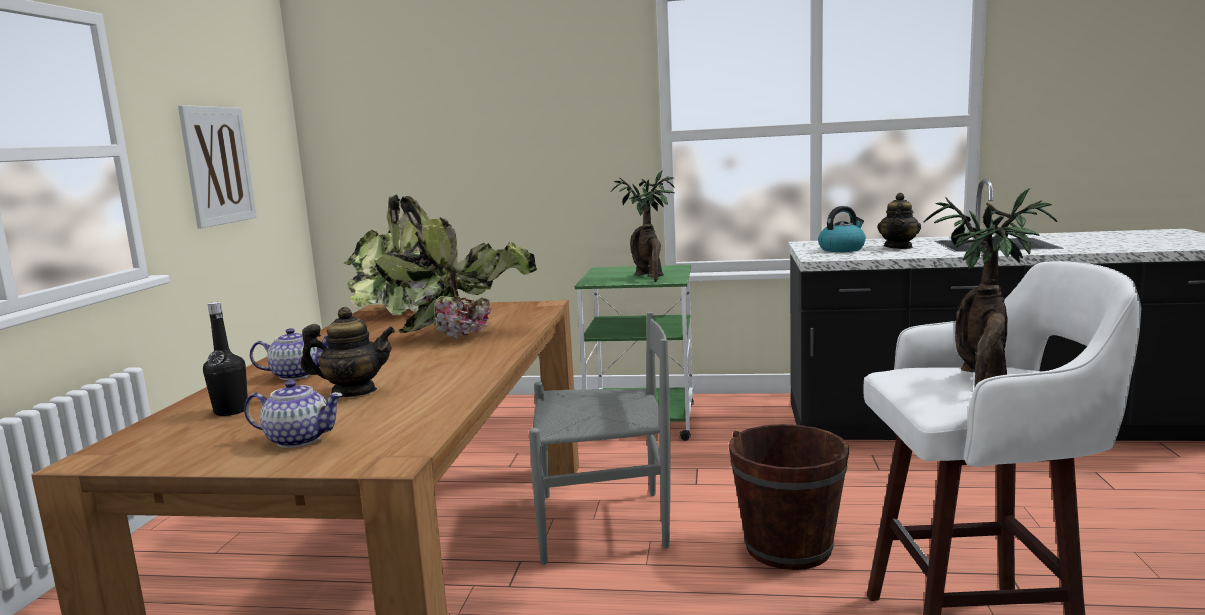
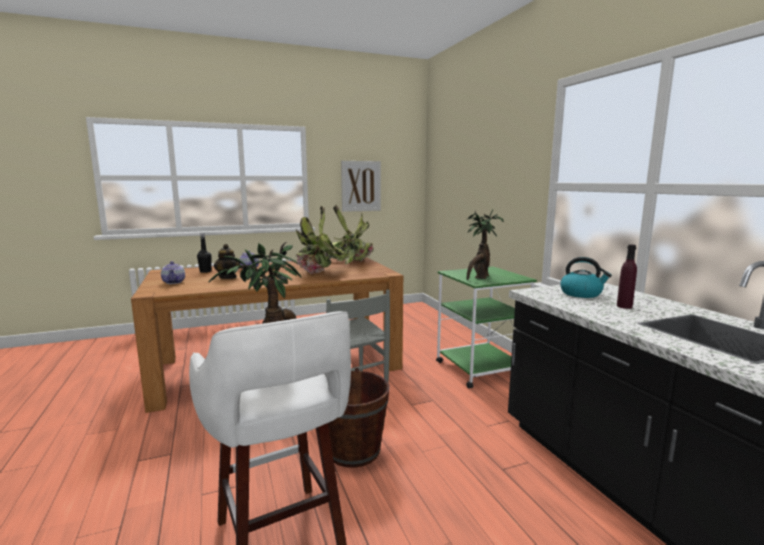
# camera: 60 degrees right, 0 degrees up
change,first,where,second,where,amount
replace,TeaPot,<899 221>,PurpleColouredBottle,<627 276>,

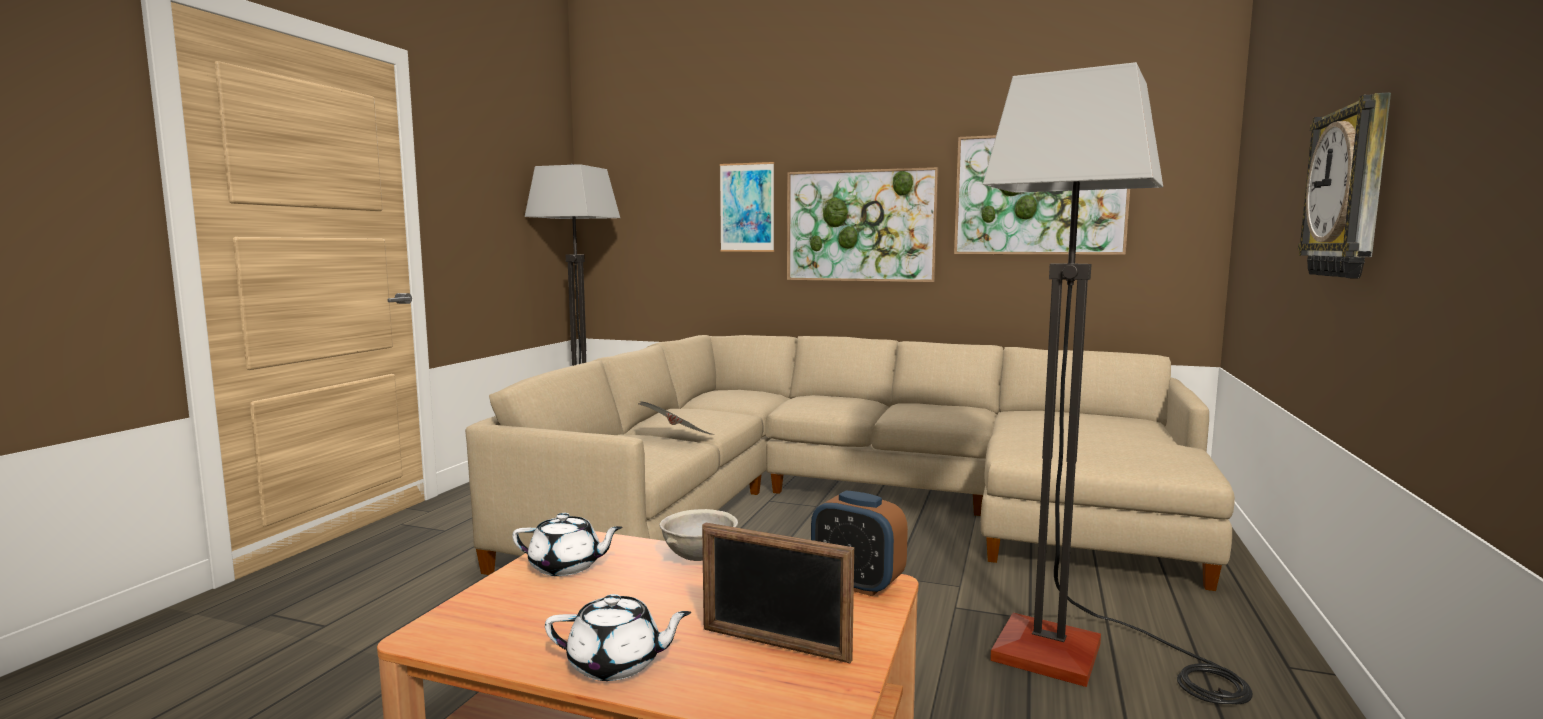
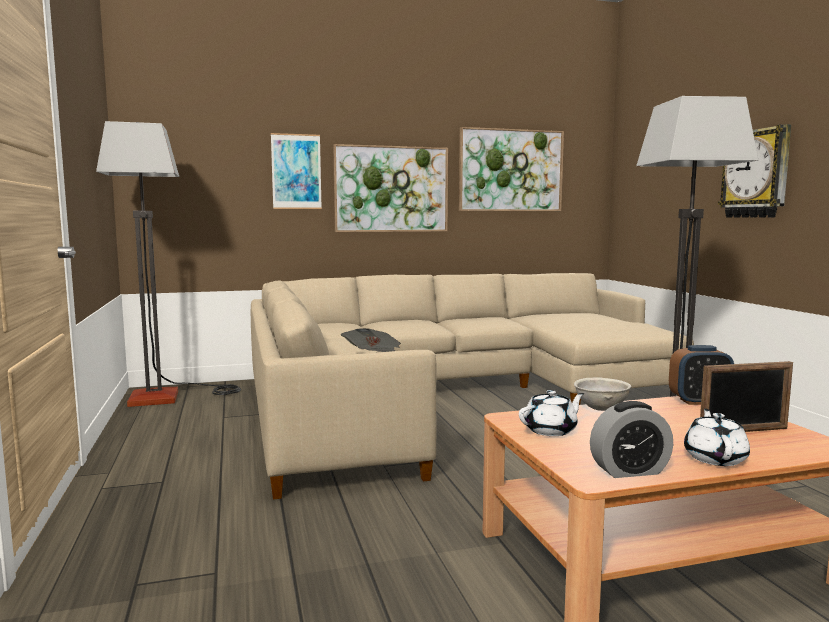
# camera: 35 degrees left, 0 degrees up
change,first,where,second,where,amount
insert,,,BedsideClock,<631 439>,
rotate,WhiteTeaPot,<618 637>,,<717 437>,45 degrees counterclockwise

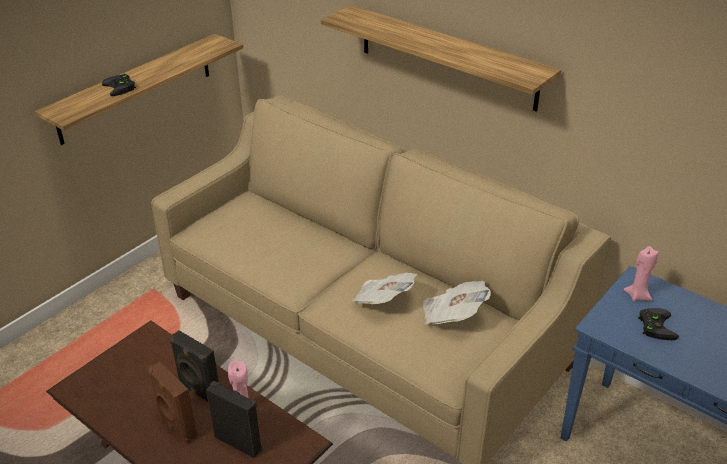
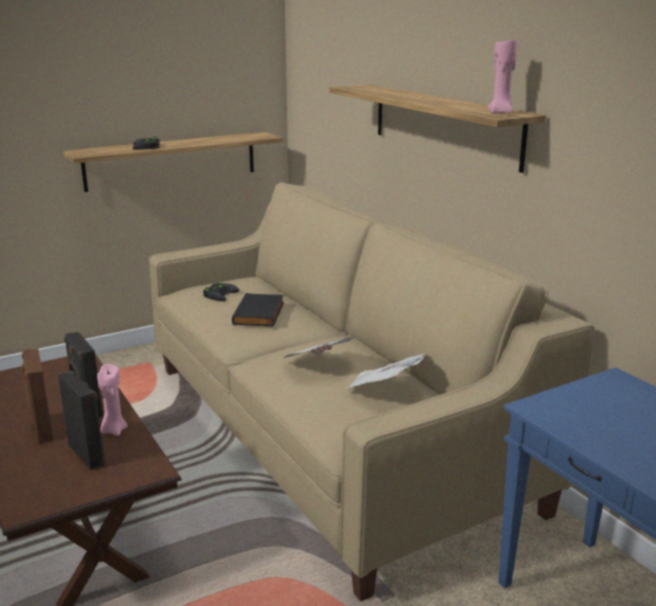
# camera: 20 degrees right, 15 degrees down
change,first,where,second,where,amount
insert,,,BlackBook,<258 310>,
move,PinkWaxLight,<641 273>,,<502 75>,
move,BlackGamepad,<658 324>,,<221 292>,

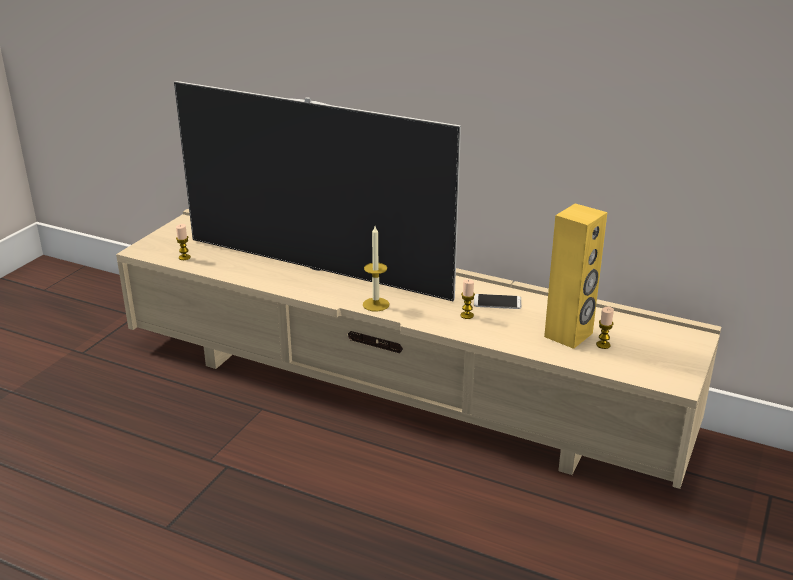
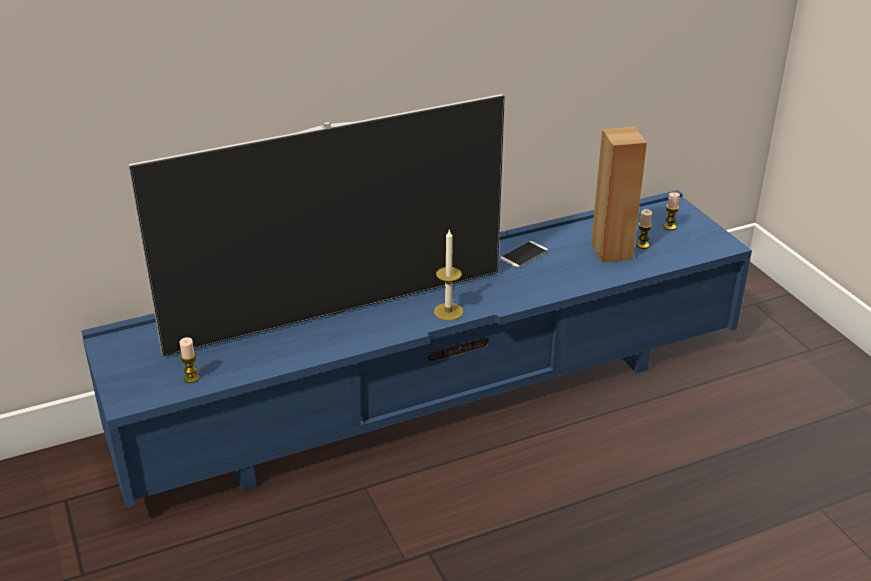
# camera: 50 degrees left, 5 degrees up
change,first,where,second,where,amount
move,WaxLight,<468 299>,,<671 211>,
recolor,BeigeColouredTvStand,<418 349>,BluishTvStand,<416 349>,
recolor,YellowColouredLoudspeaker,<575 276>,BrownishLoudspeaker,<619 194>,

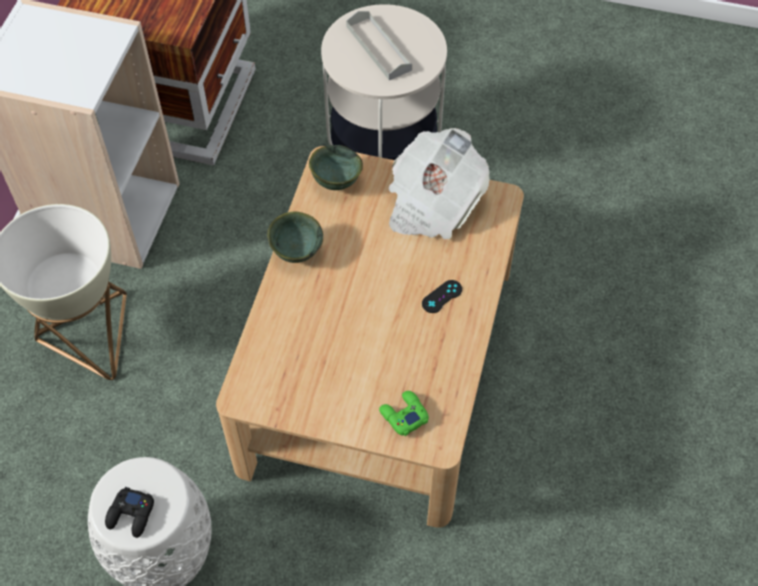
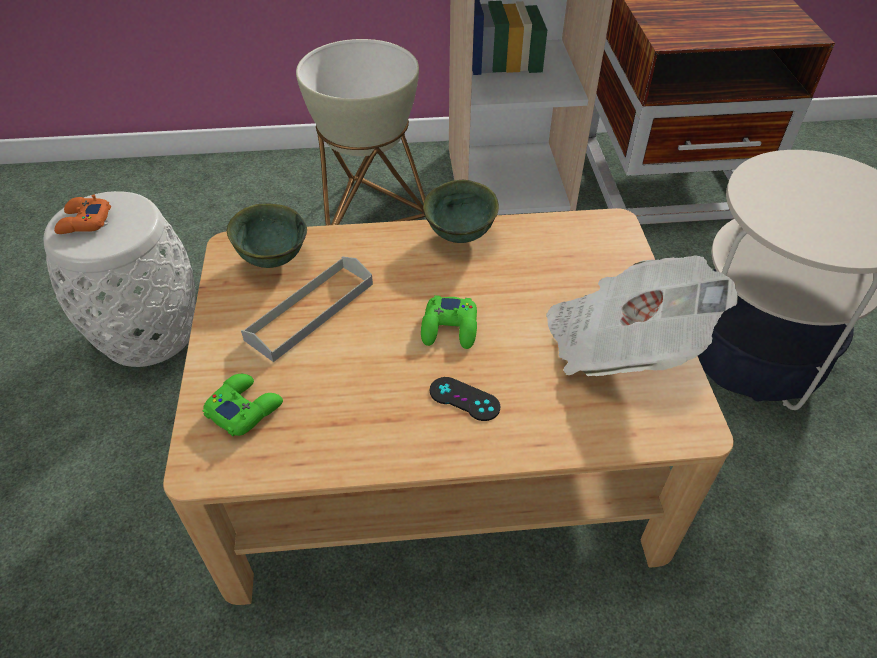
# camera: 70 degrees right, 10 degrees down
change,first,where,second,where,amount
insert,,,GreenColouredGamepad,<449 322>,
move,GreenColouredDeepDish,<336 167>,,<267 235>,
move,GrayServingTray,<379 45>,,<307 309>,
recolor,BlackGamepad,<129 512>,OrangeyGamepad,<82 214>,

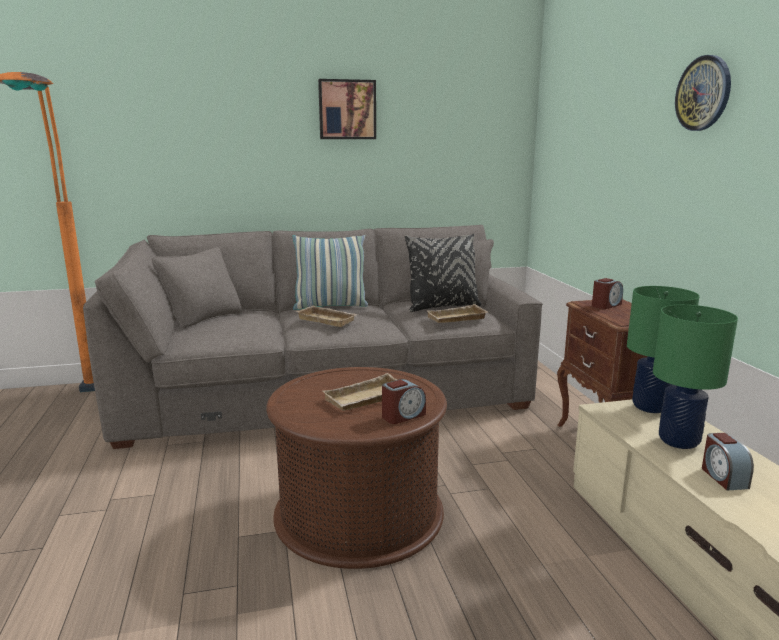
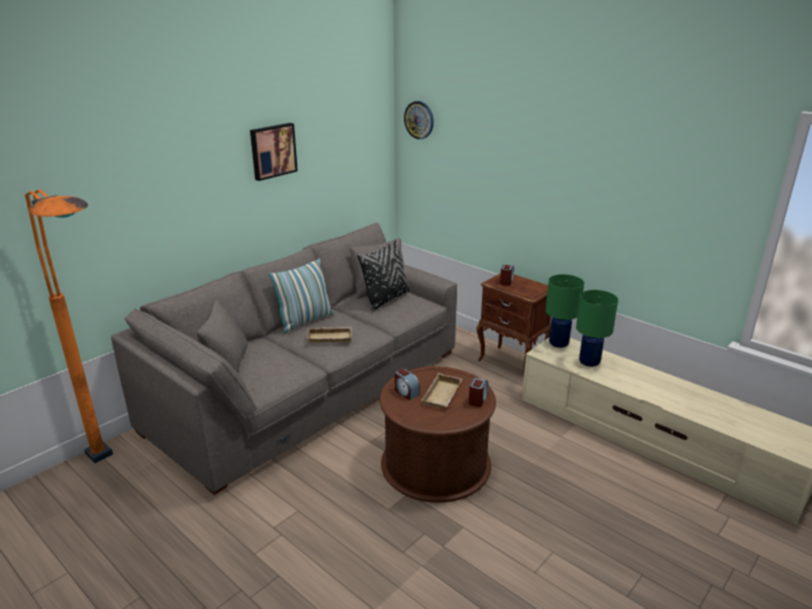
# camera: 35 degrees left, 10 degrees up
change,first,where,second,where,amount
delete,BeigeColouredServingTray,<456 313>,,,
move,WallClock,<703 93>,,<419 120>,
move,BedsideClock,<728 462>,,<407 384>,

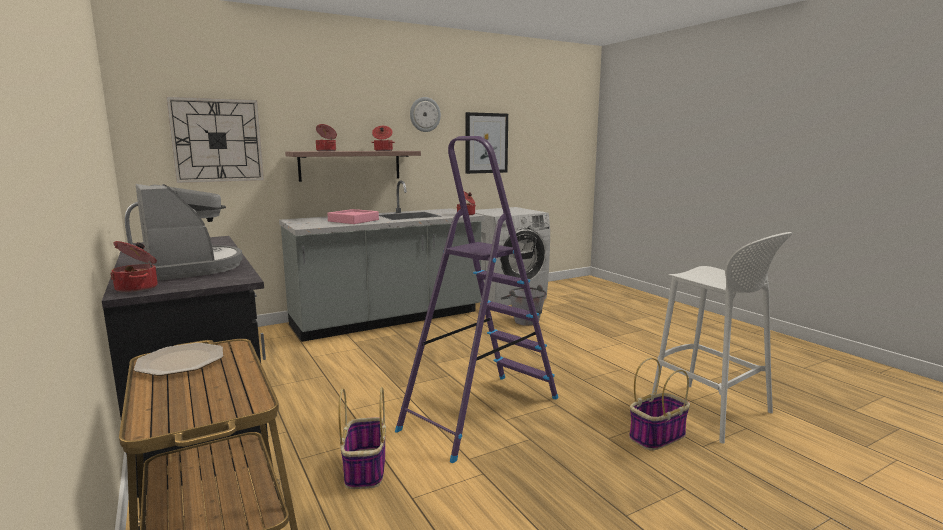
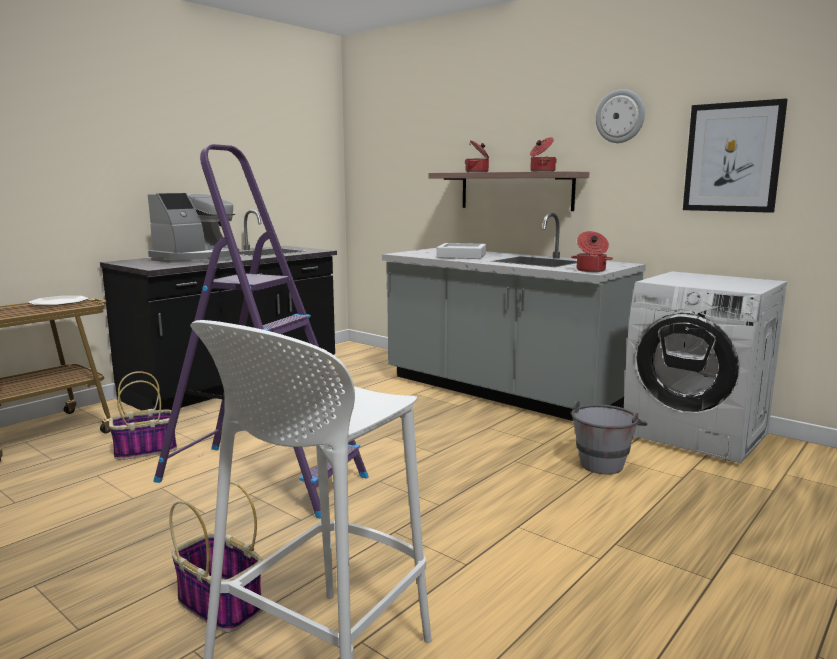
# camera: 70 degrees right, 0 degrees up
change,first,where,second,where,amount
delete,Stockpot,<134 267>,,,
delete,WallClock,<215 140>,,,
recolor,PinkServingTray,<353 216>,GrayServingTray,<461 251>,

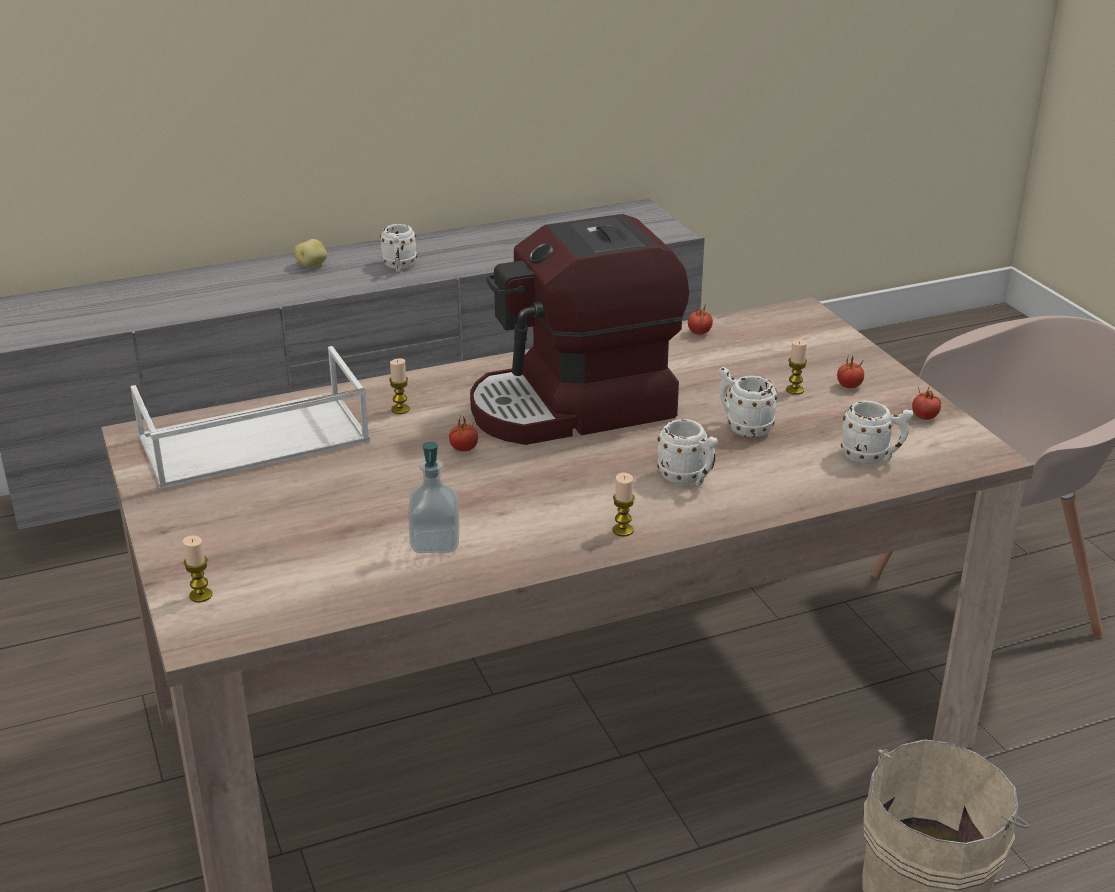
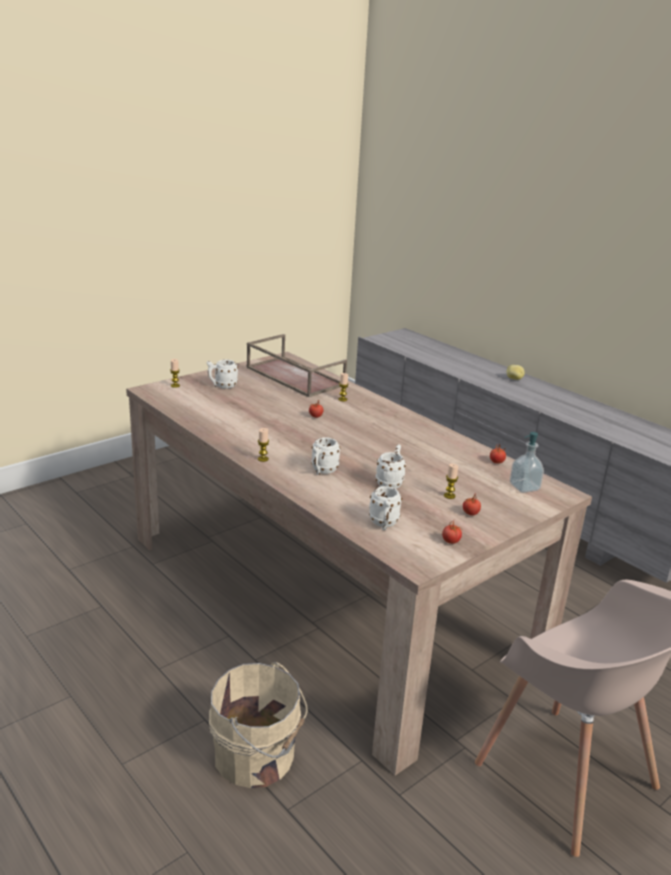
# camera: 70 degrees right, 5 degrees down
change,first,where,second,where,amount
delete,CoffeeMachine,<579 329>,,,
move,WhiteCoffeeMug,<398 248>,,<222 374>,
move,SoapBottle,<433 497>,,<527 462>,
recolor,WhiteServingTray,<250 417>,BrownishServingTray,<296 365>,

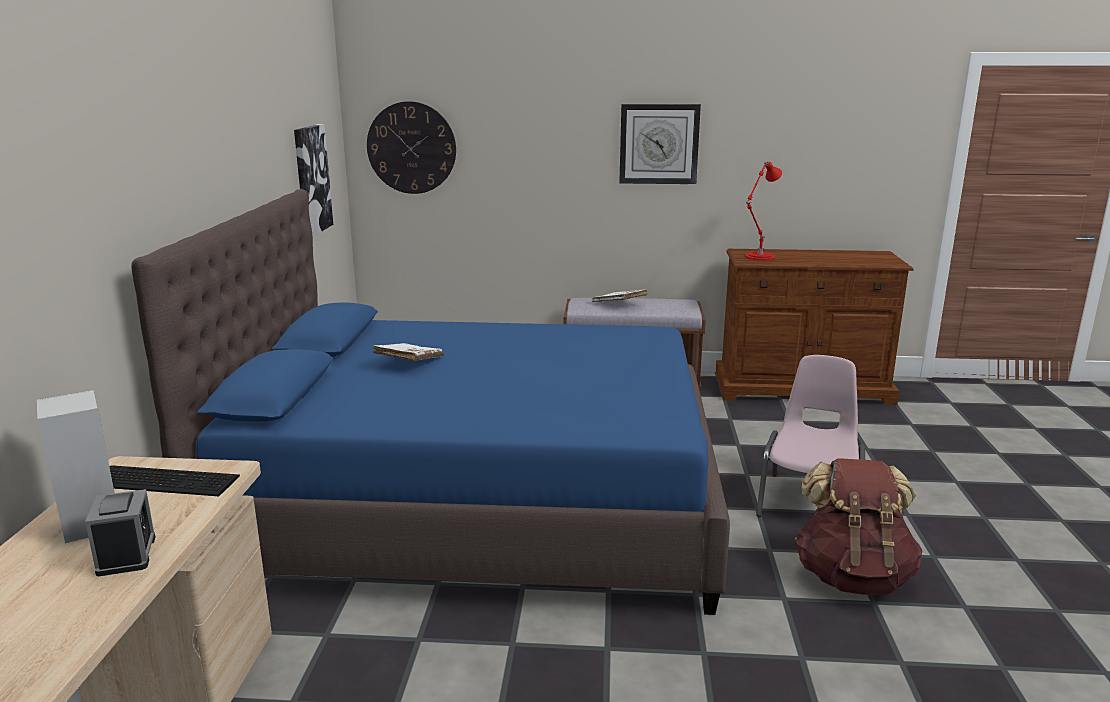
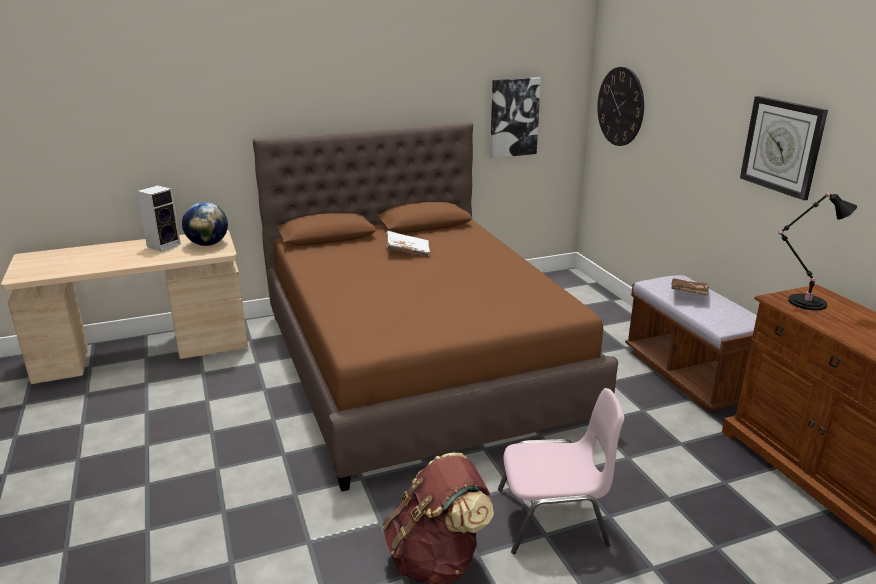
# camera: 65 degrees right, 5 degrees up
change,first,where,second,where,amount
delete,BedsideClock,<120 532>,,,
replace,Keyboard,<175 480>,WorldGlobe,<205 224>,
recolor,BluishBed,<430 402>,BrownishBed,<435 307>,
recolor,WhiteBook,<619 296>,BrownishBook,<690 287>,
recolor,RedColouredTableLamp,<763 211>,BlackTableLamp,<817 251>,

